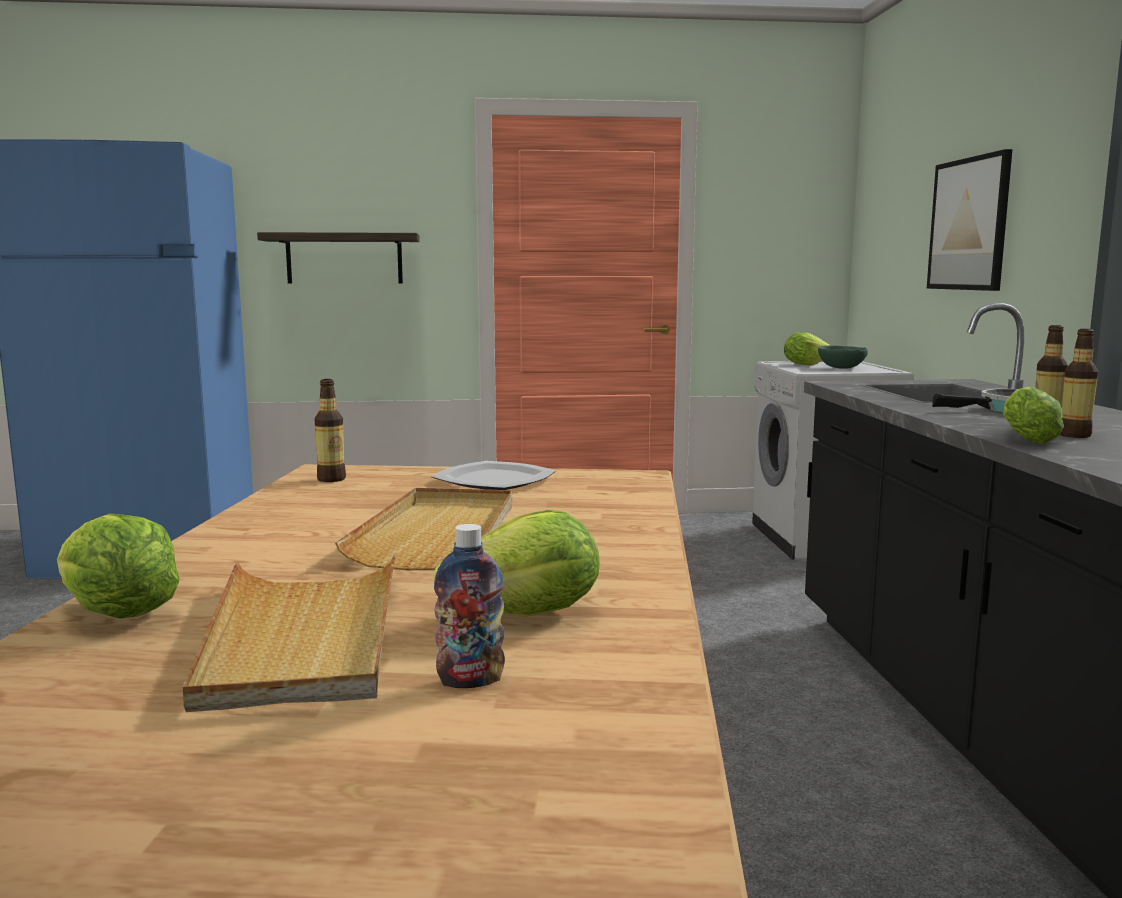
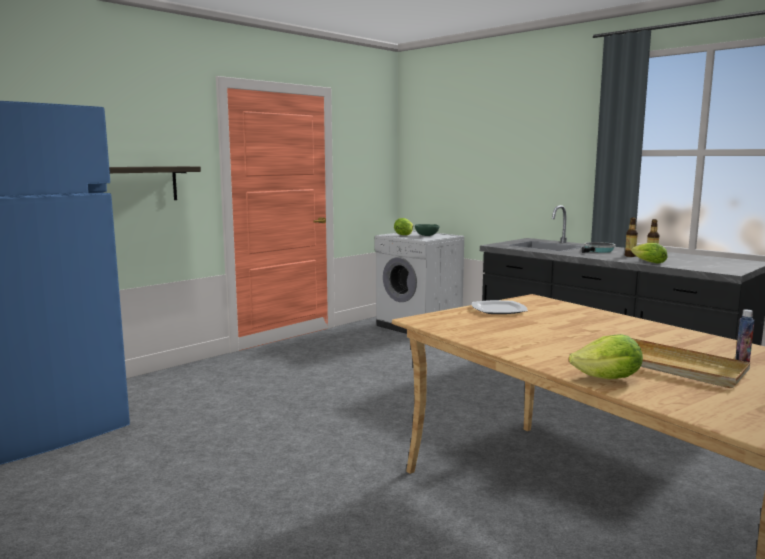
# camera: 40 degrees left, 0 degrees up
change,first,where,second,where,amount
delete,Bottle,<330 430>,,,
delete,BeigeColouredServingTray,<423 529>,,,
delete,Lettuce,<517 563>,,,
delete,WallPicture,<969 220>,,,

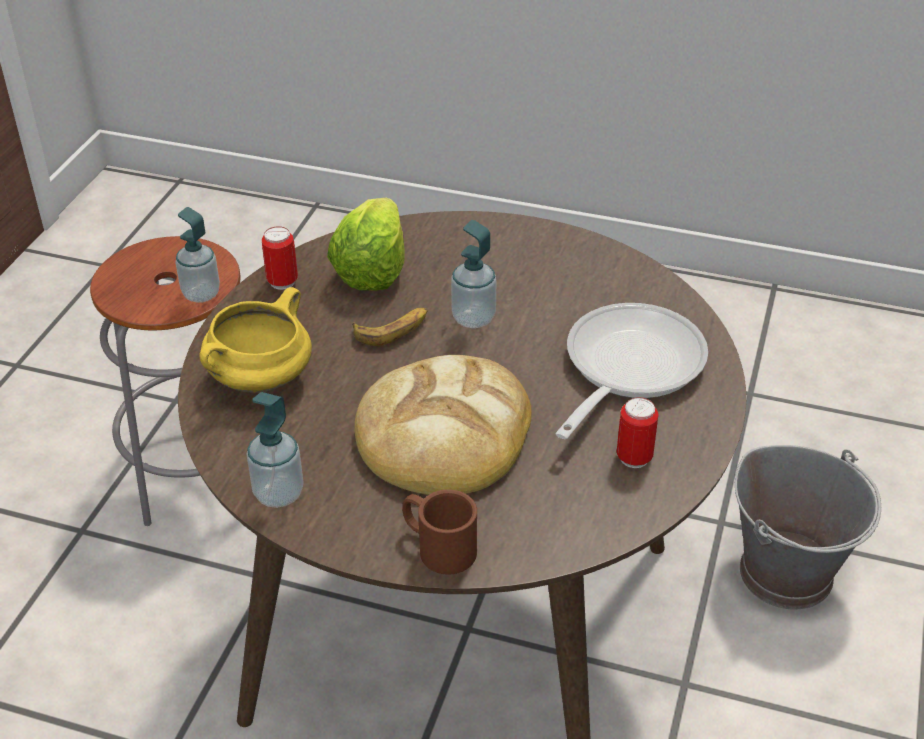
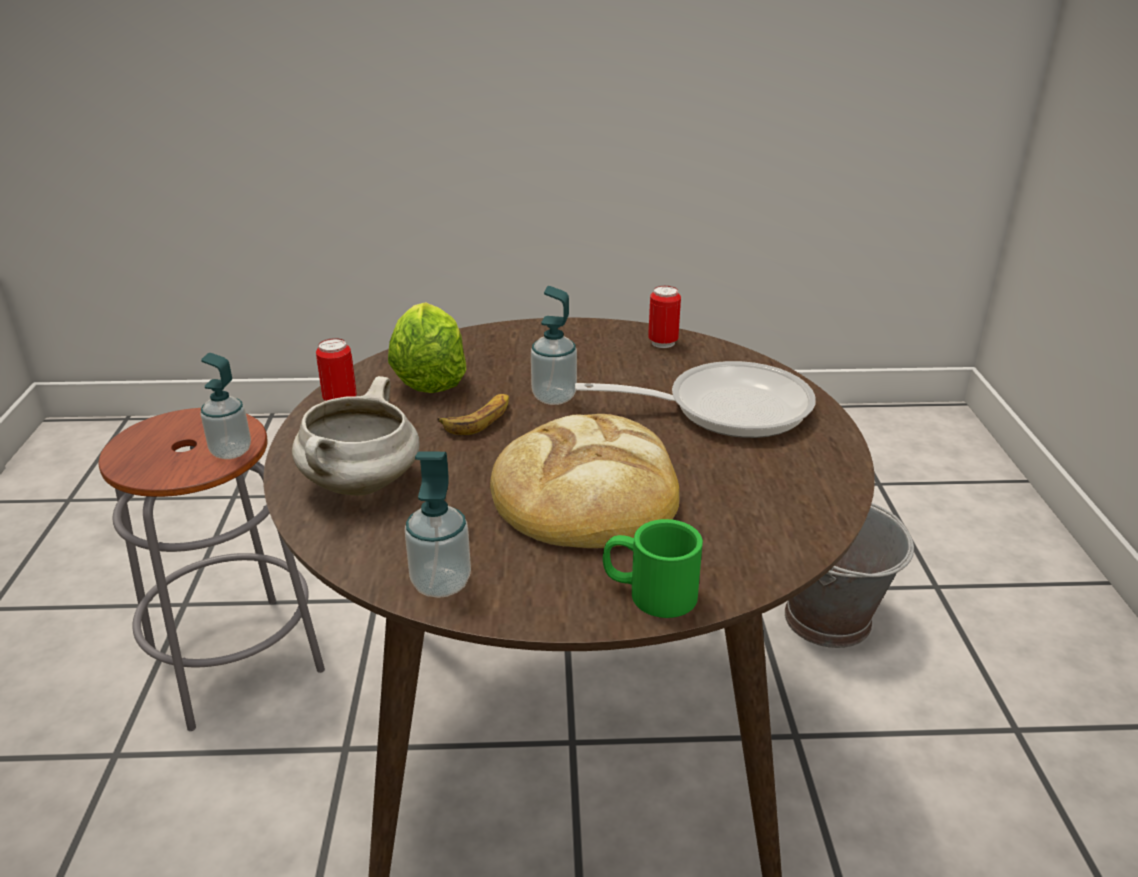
# camera: 20 degrees left, 10 degrees down
change,first,where,second,where,amount
move,SealedCan,<637 432>,,<664 317>,
recolor,YellowColouredStockpot,<256 340>,WhiteStockpot,<355 436>,
recolor,BrownishCoffeeMug,<439 532>,GreenColouredCoffeeMug,<653 568>,
rotate,Pan,<631 371>,,<695 399>,75 degrees clockwise

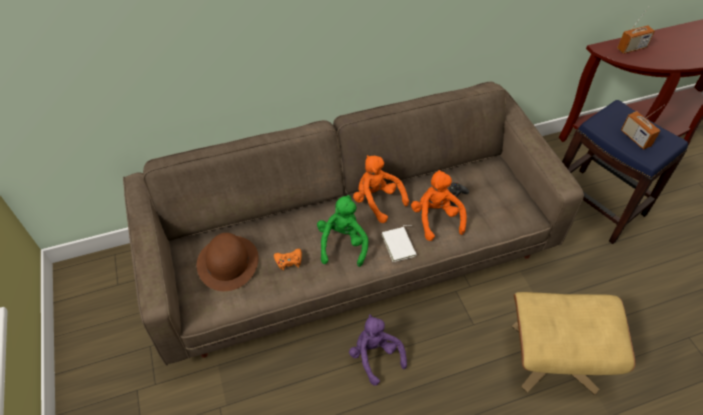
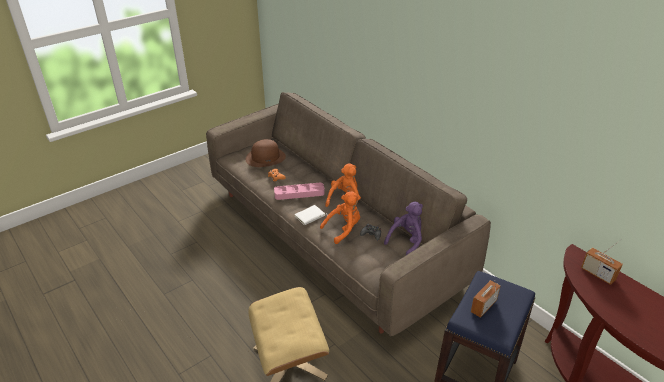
# camera: 70 degrees right, 15 degrees down
change,first,where,second,where,amount
move,PurpleColouredSoftToy,<378 350>,,<403 228>,
replace,GreenColouredSoftToy,<342 231>,PinkServingTray,<299 191>,

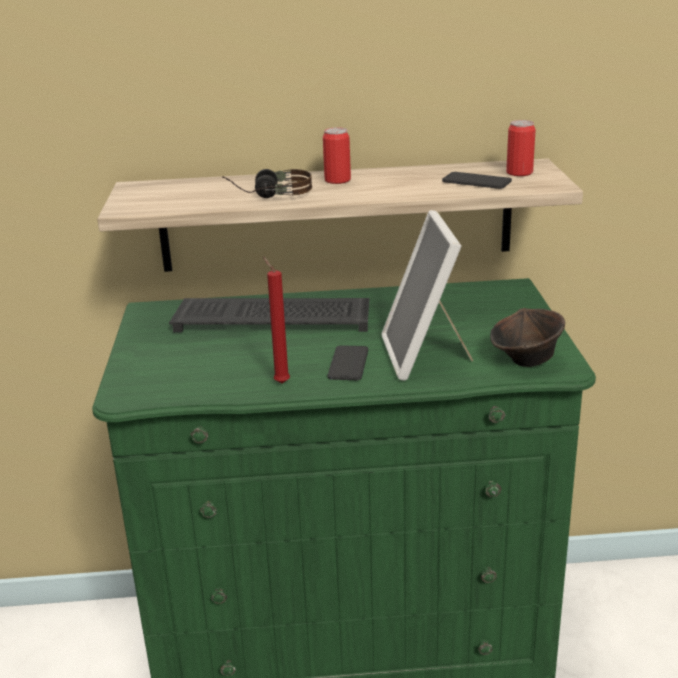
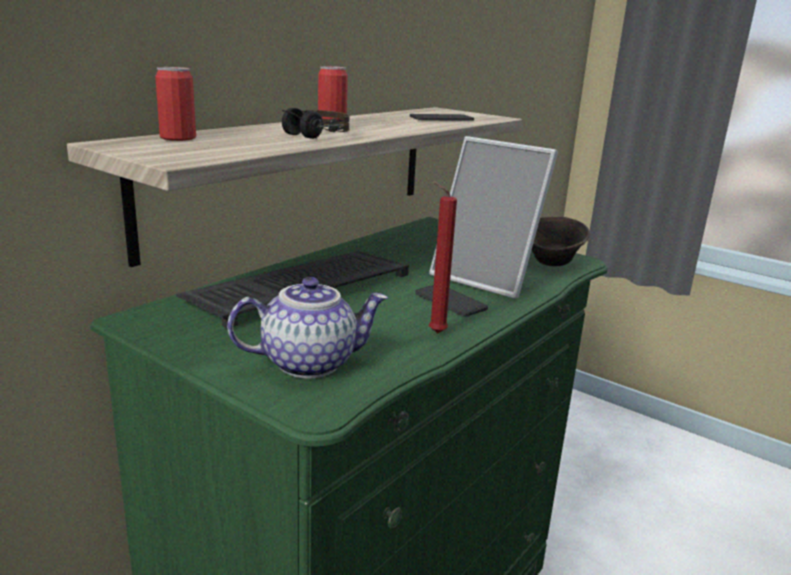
# camera: 50 degrees left, 5 degrees down
change,first,where,second,where,amount
insert,,,TeaPot,<307 328>,
move,SealedCan,<521 148>,,<175 104>,

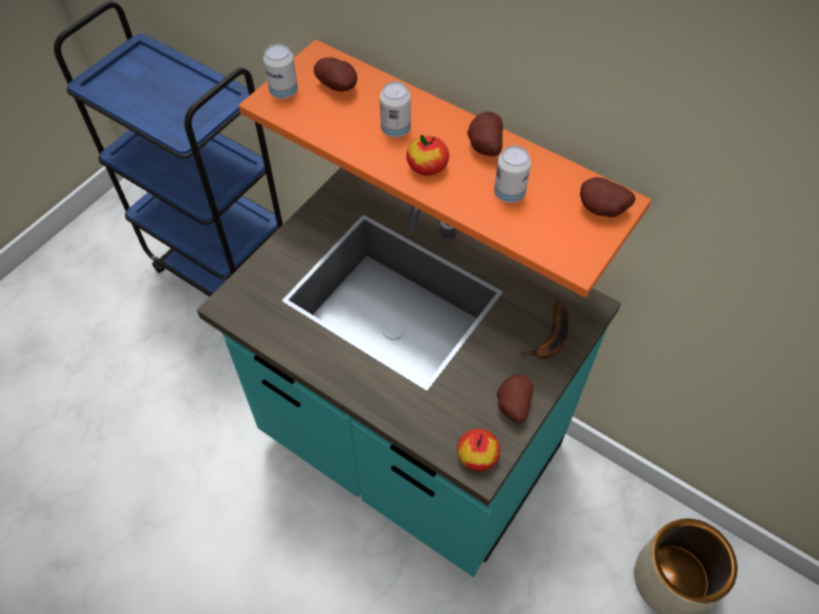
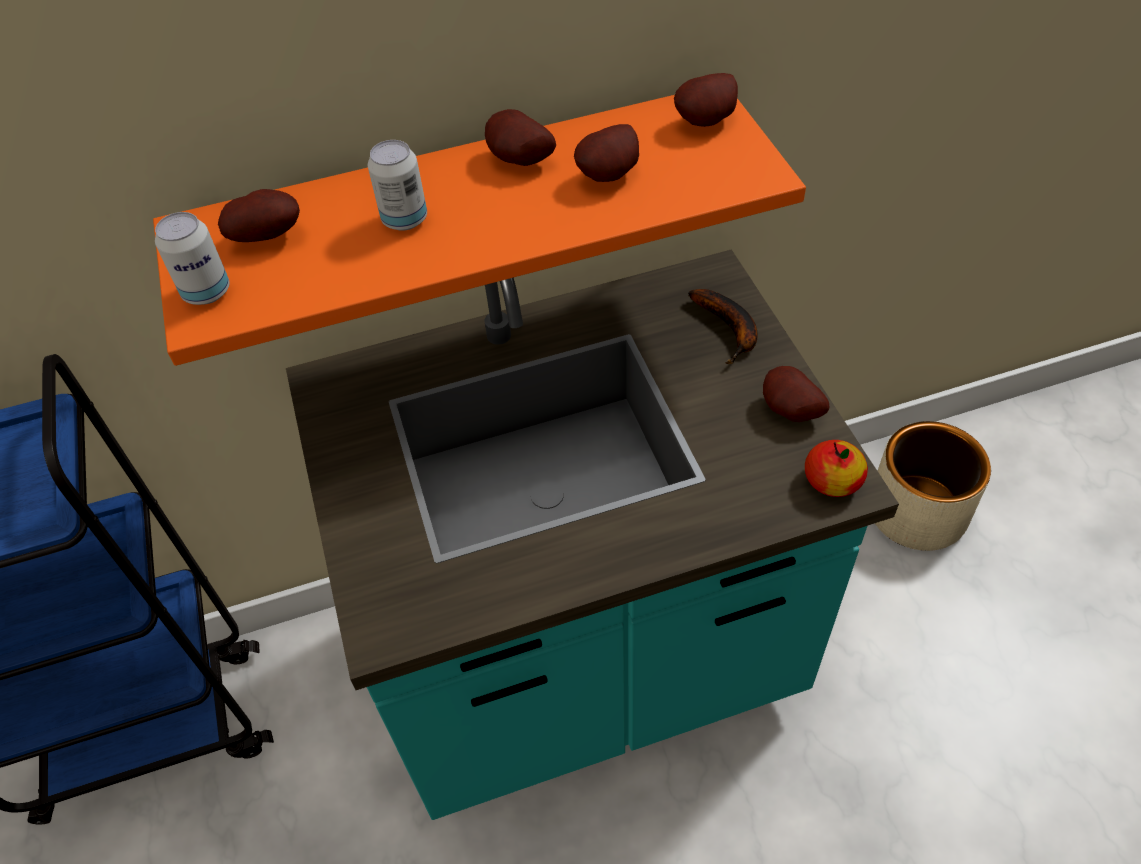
# camera: 50 degrees left, 5 degrees down
change,first,where,second,where,amount
delete,Apple,<427 155>,,,
replace,SealedCan,<512 174>,WholePotato,<606 153>,

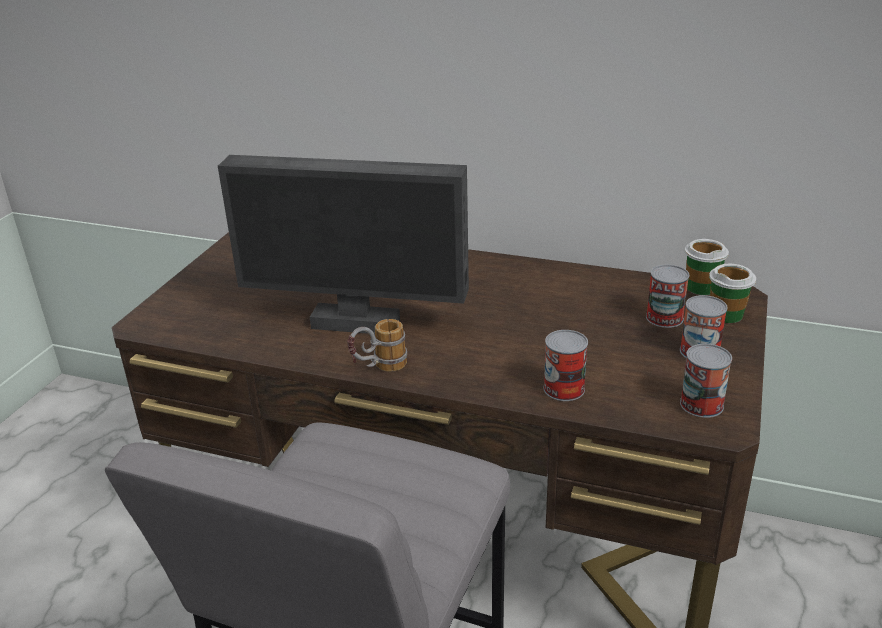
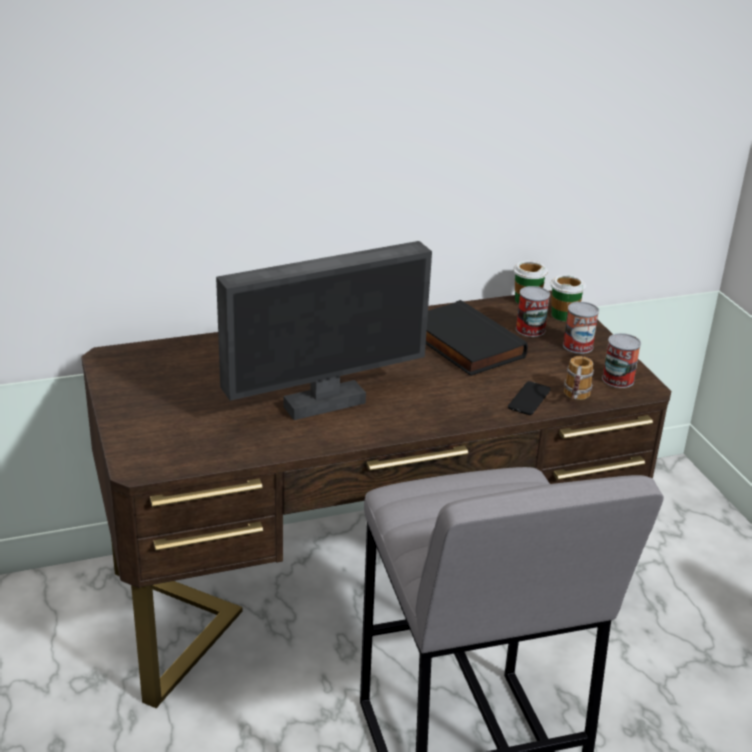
# camera: 40 degrees left, 0 degrees up
change,first,where,second,where,amount
insert,,,BlackBook,<477 338>,
move,CoffeeMug,<377 345>,,<579 378>,
replace,SealedCan,<565 365>,Telephone,<529 398>,

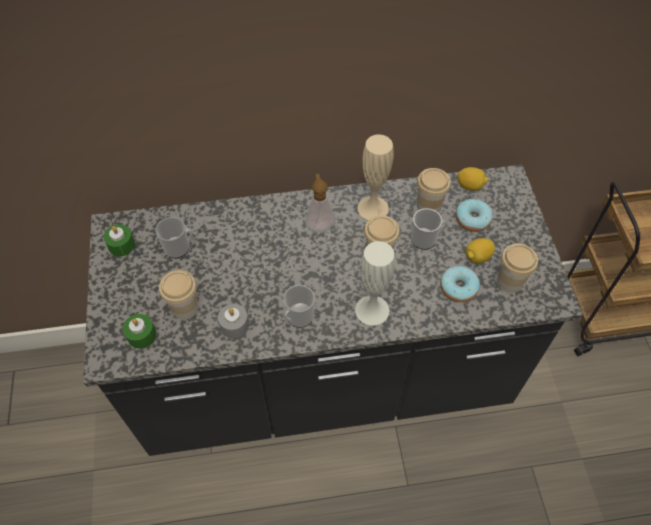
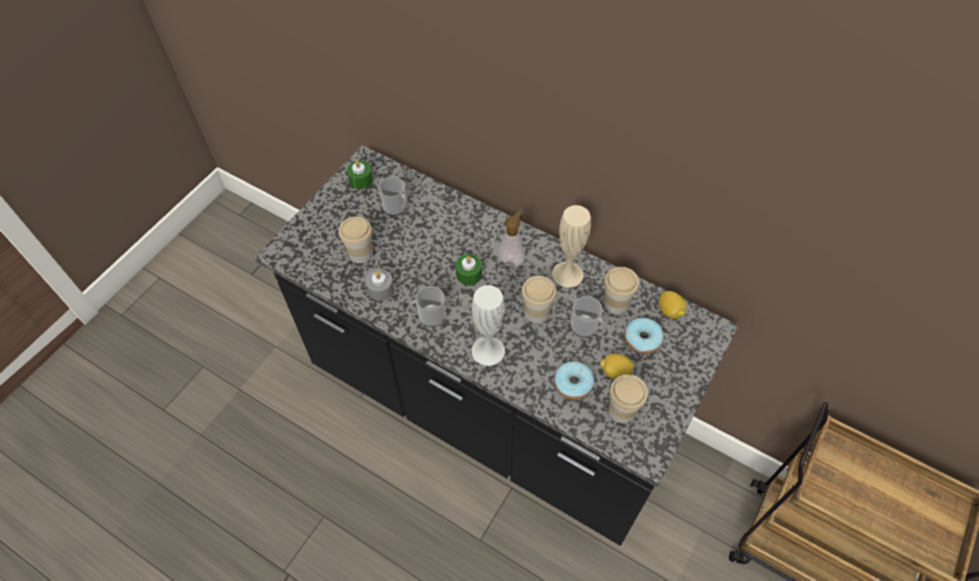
# camera: 40 degrees right, 0 degrees up
change,first,where,second,where,amount
move,GreenColouredWaxLight,<140 331>,,<469 270>,

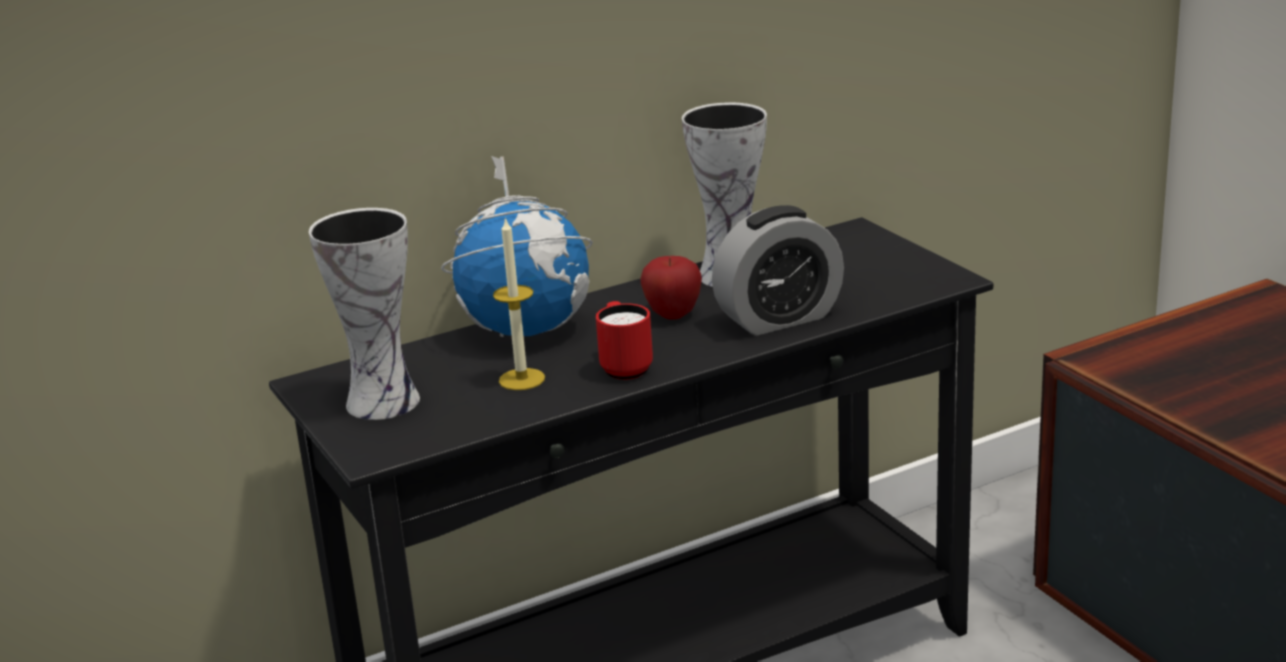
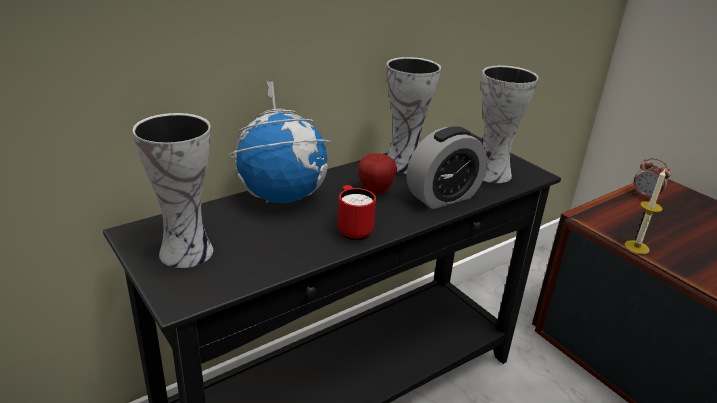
# camera: 10 degrees left, 5 degrees up
change,first,where,second,where,amount
insert,,,DecorativeVase,<509 124>,
insert,,,BedsideClock,<652 178>,
move,WaxLight,<519 303>,,<645 211>,

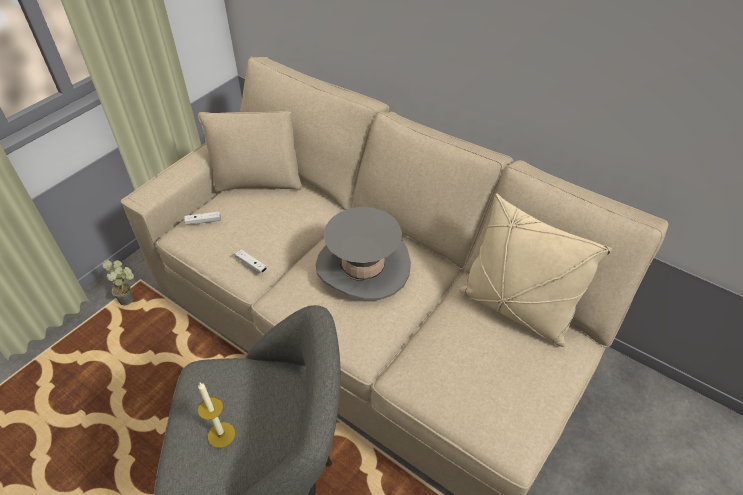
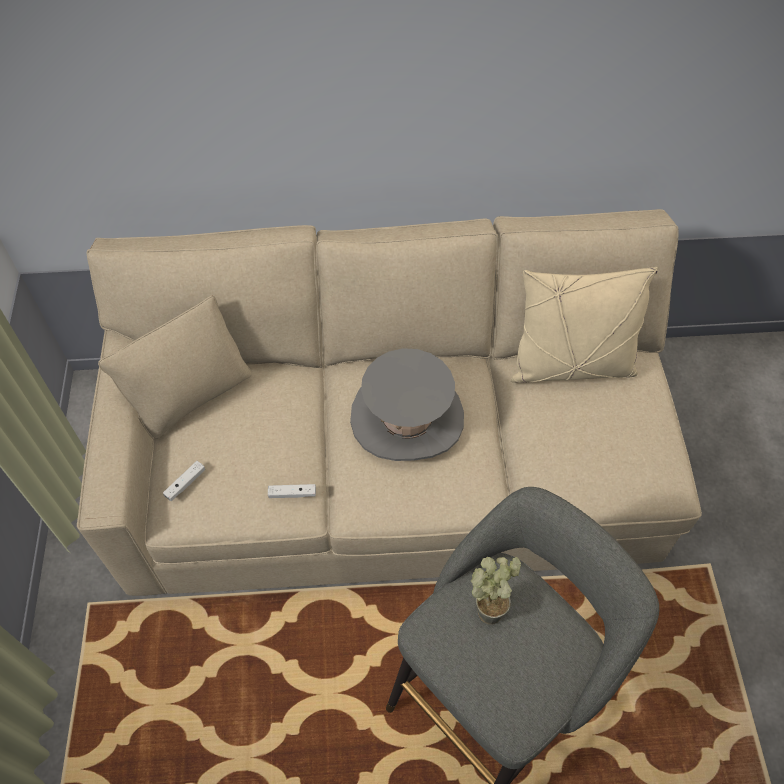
# camera: 40 degrees left, 10 degrees up
change,first,where,second,where,amount
delete,WaxLight,<216 415>,,,
move,PlantInAPot,<118 283>,,<496 591>,

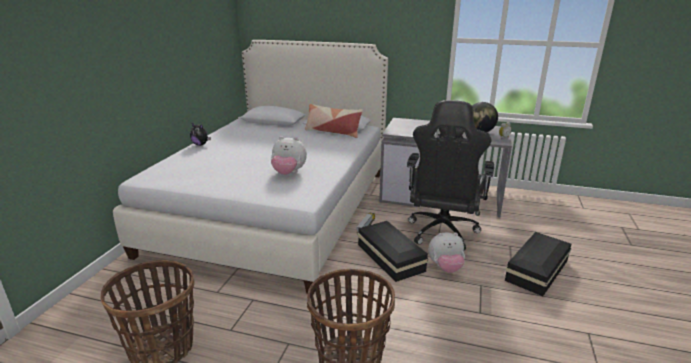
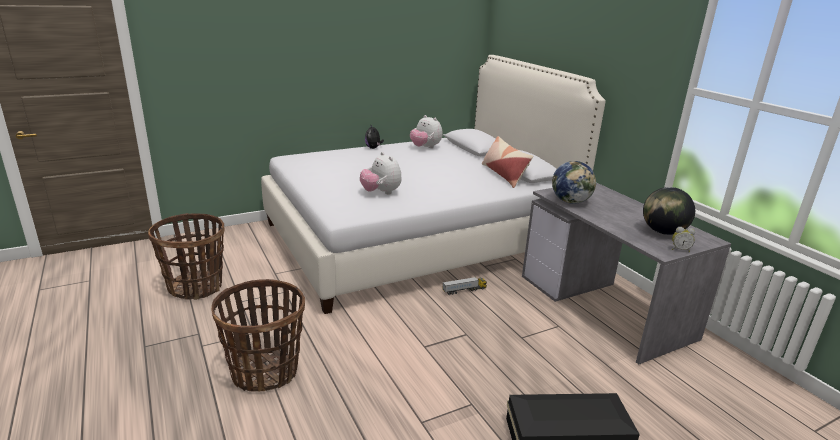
# camera: 45 degrees right, 0 degrees up
change,first,where,second,where,amount
delete,BlackStorageBin,<393 251>,,,
delete,BlackComputerChair,<450 175>,,,
insert,,,WorldGlobe,<574 182>,
move,SoftToy,<446 252>,,<426 131>,

